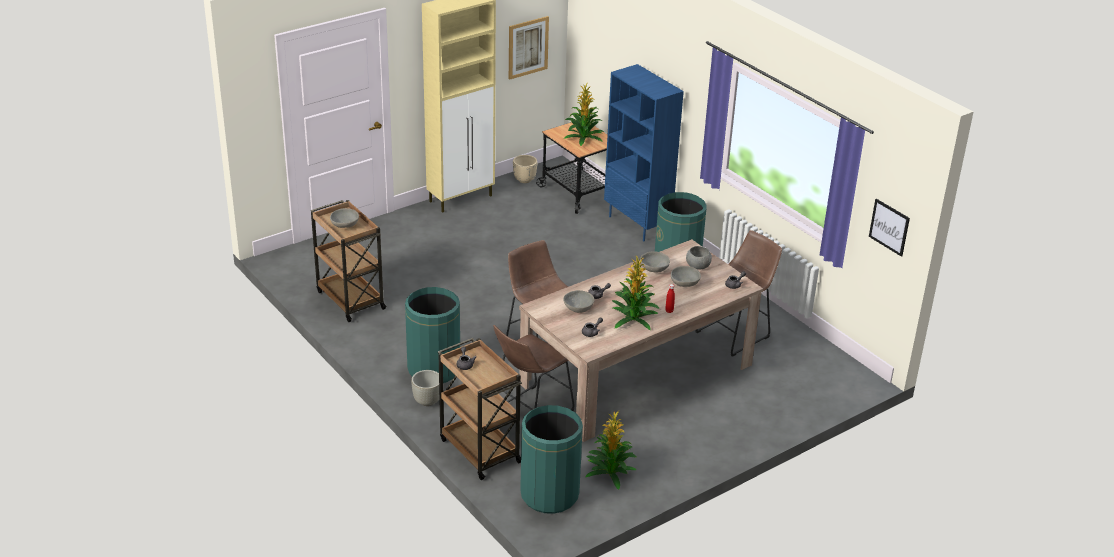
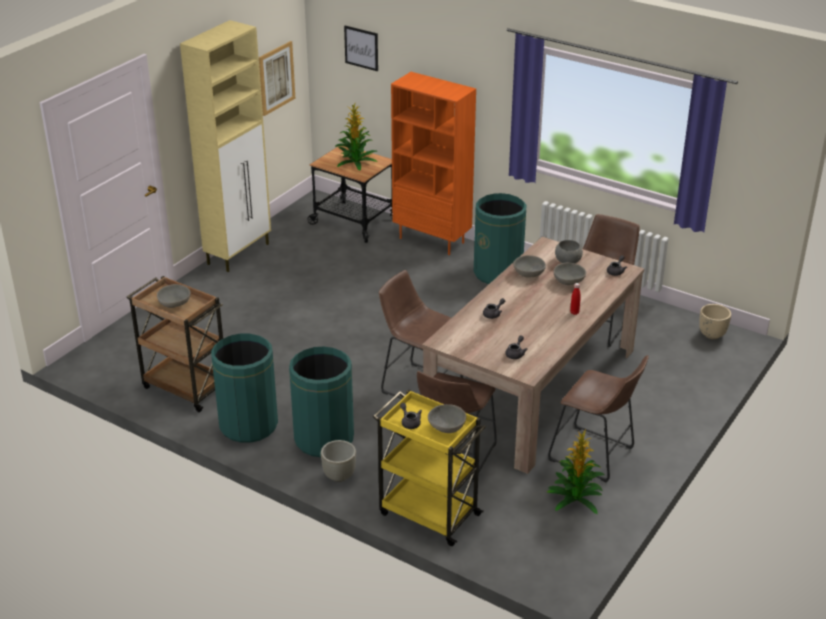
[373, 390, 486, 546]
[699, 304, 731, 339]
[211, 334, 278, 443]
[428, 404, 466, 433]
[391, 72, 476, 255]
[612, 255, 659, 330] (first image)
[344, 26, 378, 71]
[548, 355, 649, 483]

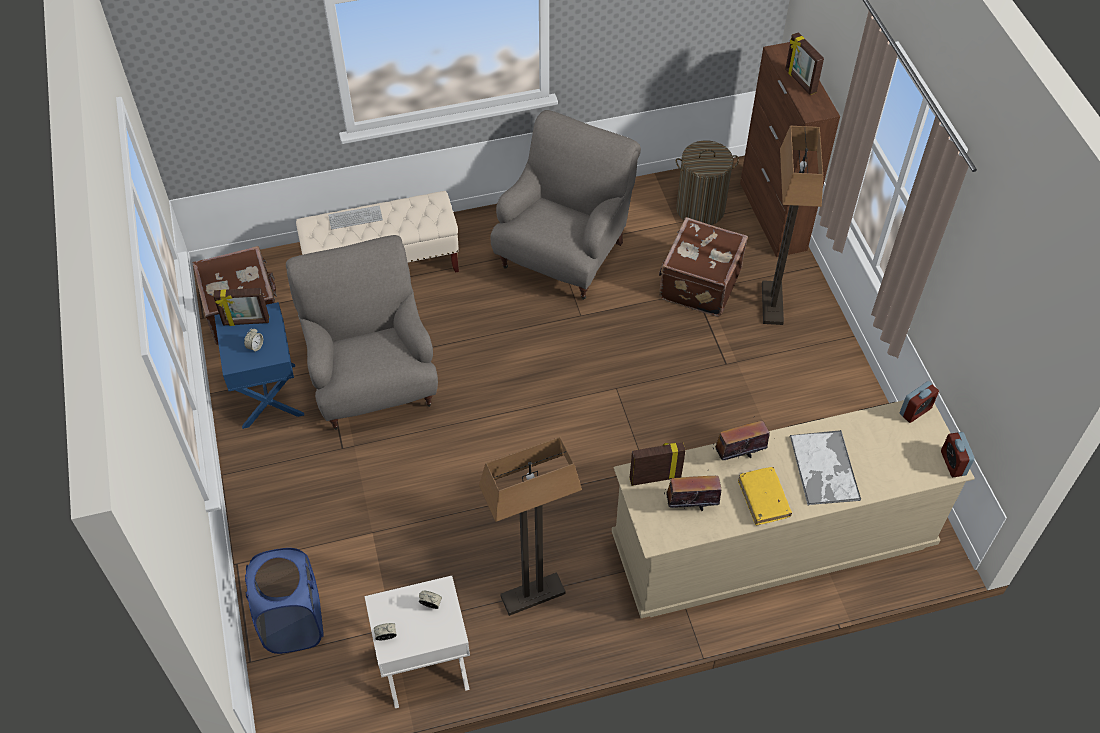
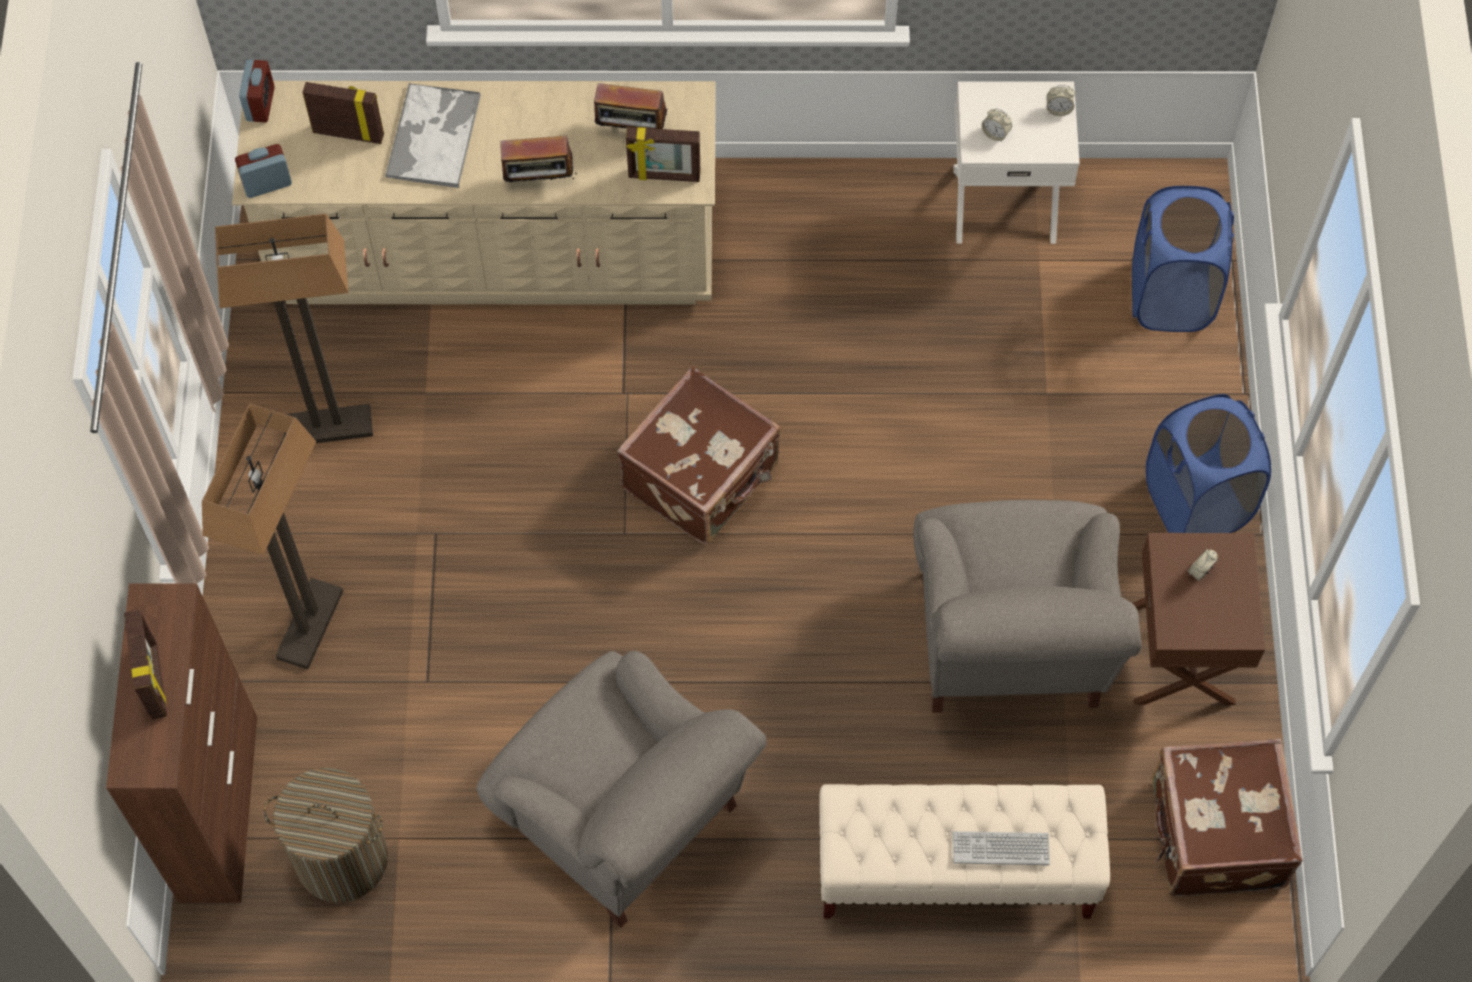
[302, 82, 384, 144]
[1133, 533, 1265, 705]
[215, 214, 373, 443]
[476, 651, 767, 928]
[617, 367, 781, 545]
[738, 467, 792, 525] (first image)
[1146, 394, 1271, 533]

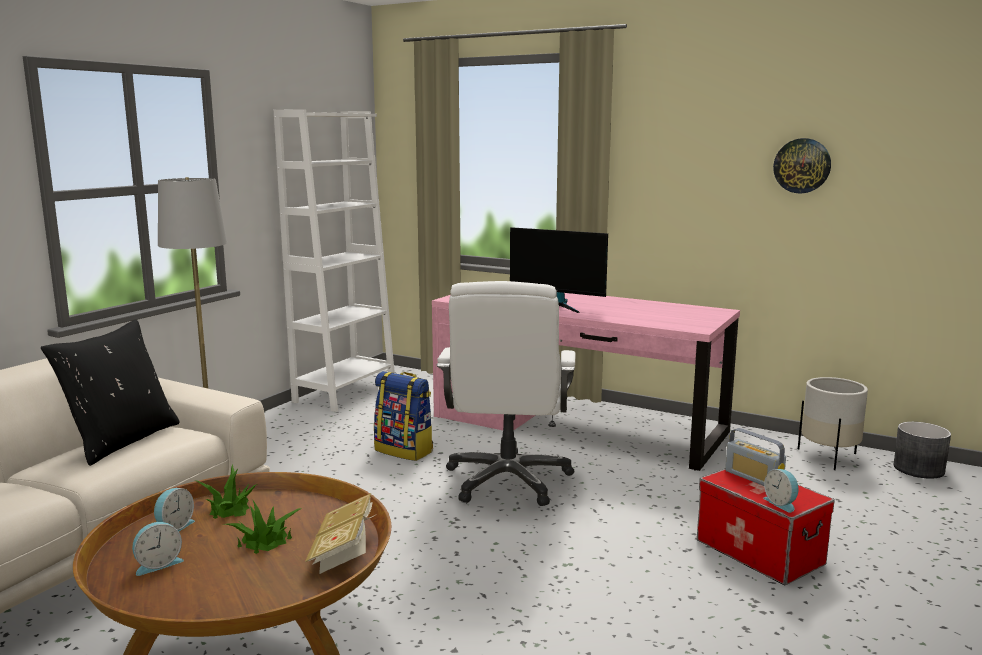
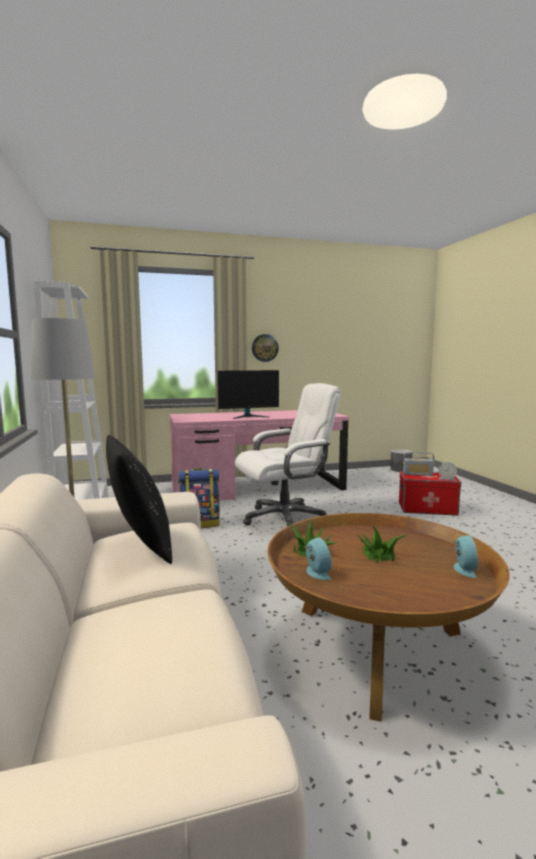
[453, 535, 478, 578]
[305, 493, 377, 574] (first image)
[235, 383, 340, 526]
[252, 334, 279, 362]
[798, 377, 868, 470] (first image)

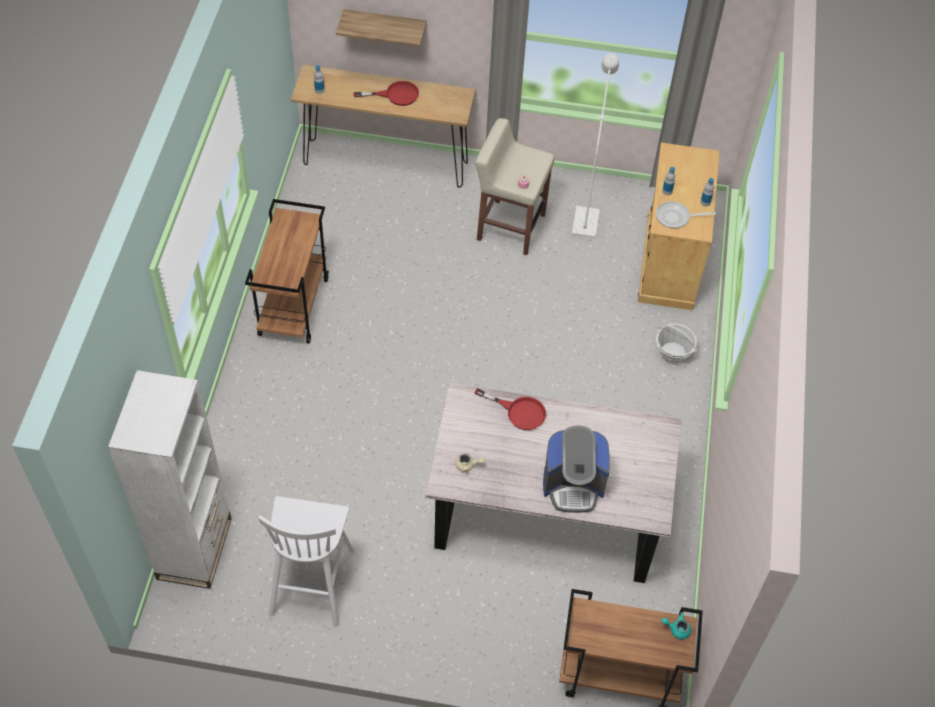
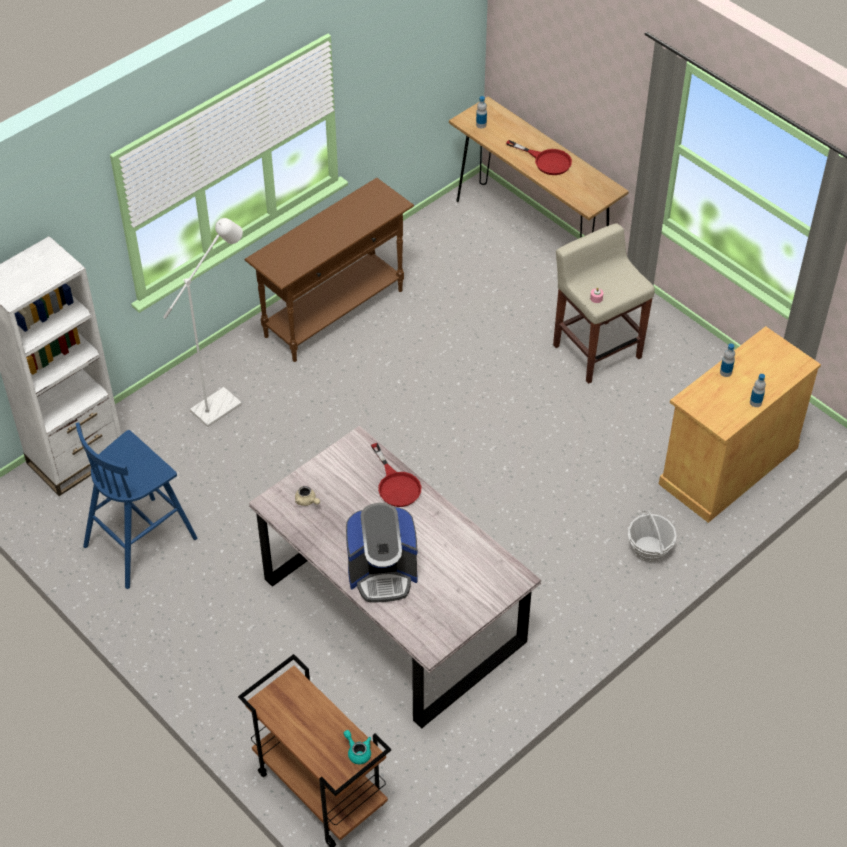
[245, 178, 414, 362]
[76, 422, 197, 589]
[336, 9, 427, 47] (first image)
[346, 503, 418, 602]
[163, 218, 243, 427]
[656, 201, 716, 228] (first image)

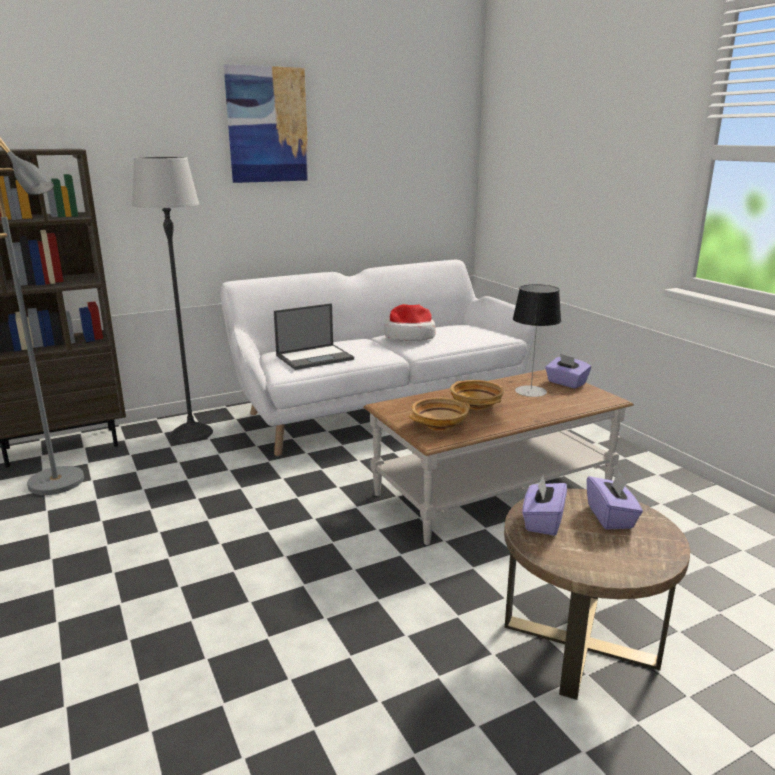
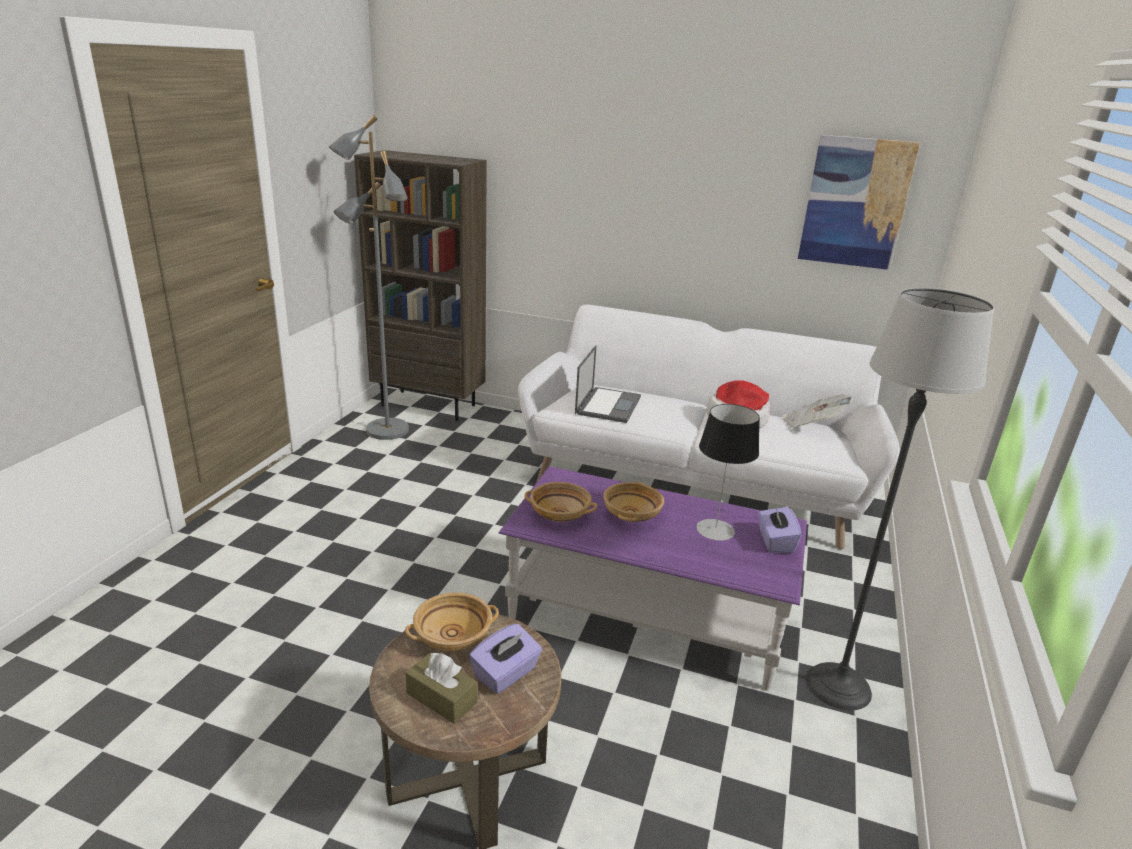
[807, 288, 994, 710]
[798, 135, 920, 270]
[575, 345, 641, 423]
[499, 466, 807, 691]
[405, 592, 499, 652]
[406, 653, 477, 724]
[782, 394, 854, 428]

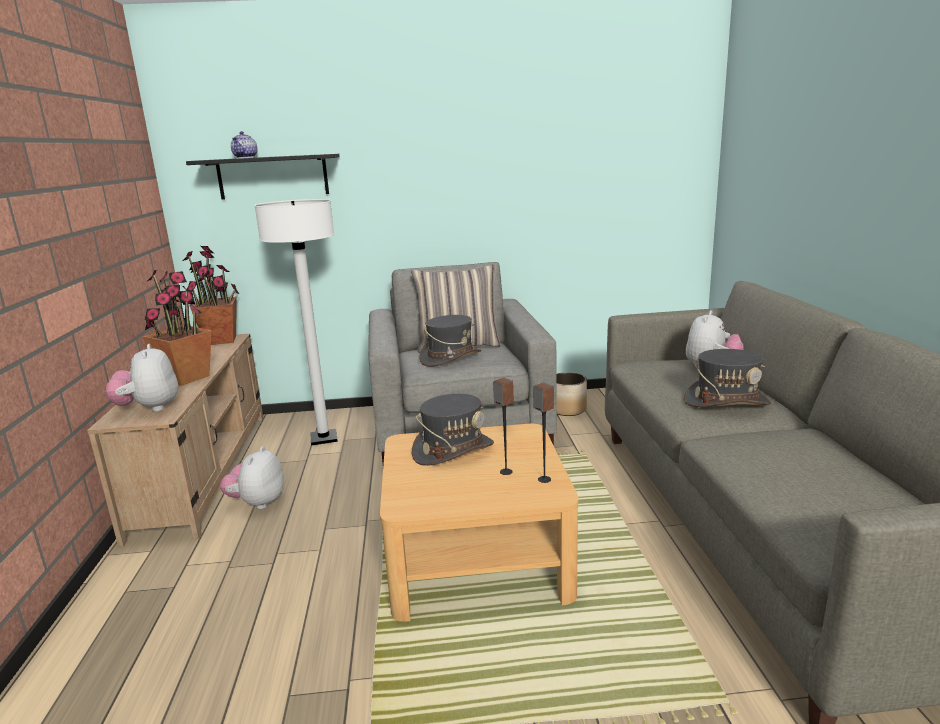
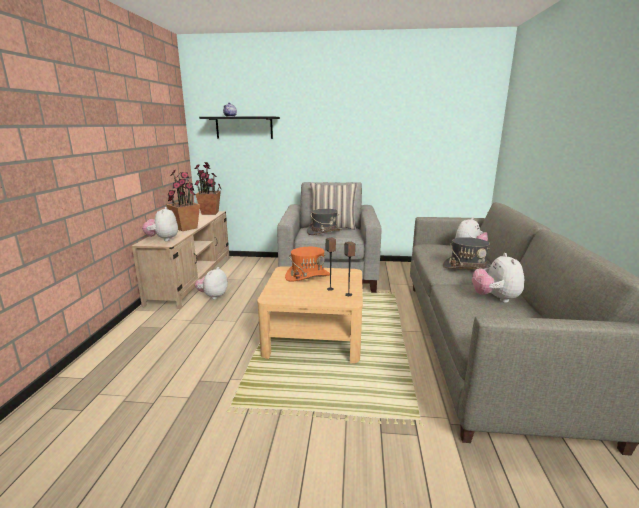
[254, 199, 338, 445] (first image)
[285, 247, 330, 282]
[556, 372, 587, 416] (first image)
[472, 253, 524, 303]

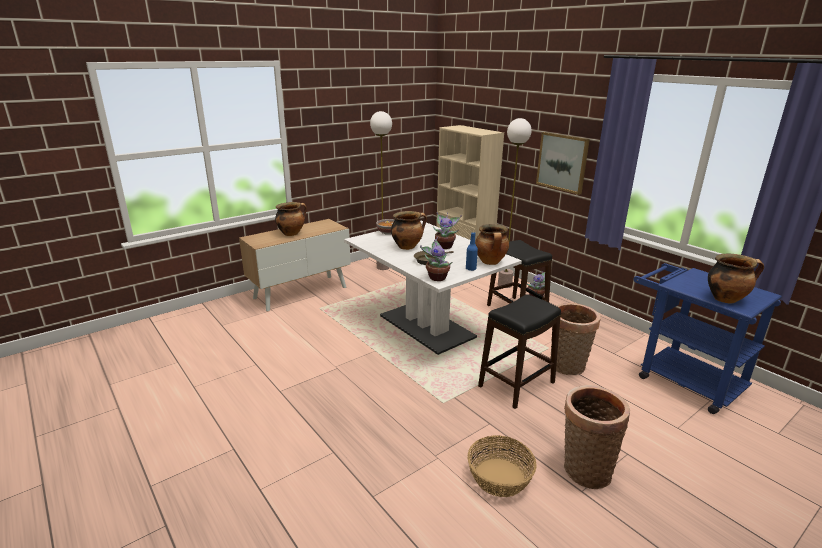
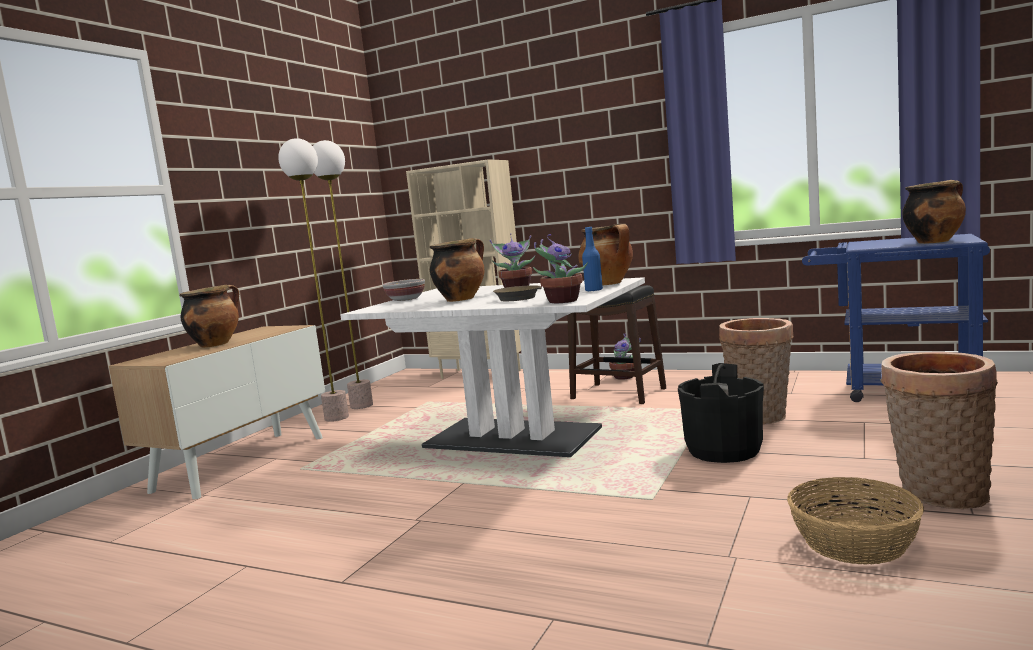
[678, 363, 764, 463]
[278, 138, 349, 422]
[536, 132, 590, 195] (first image)

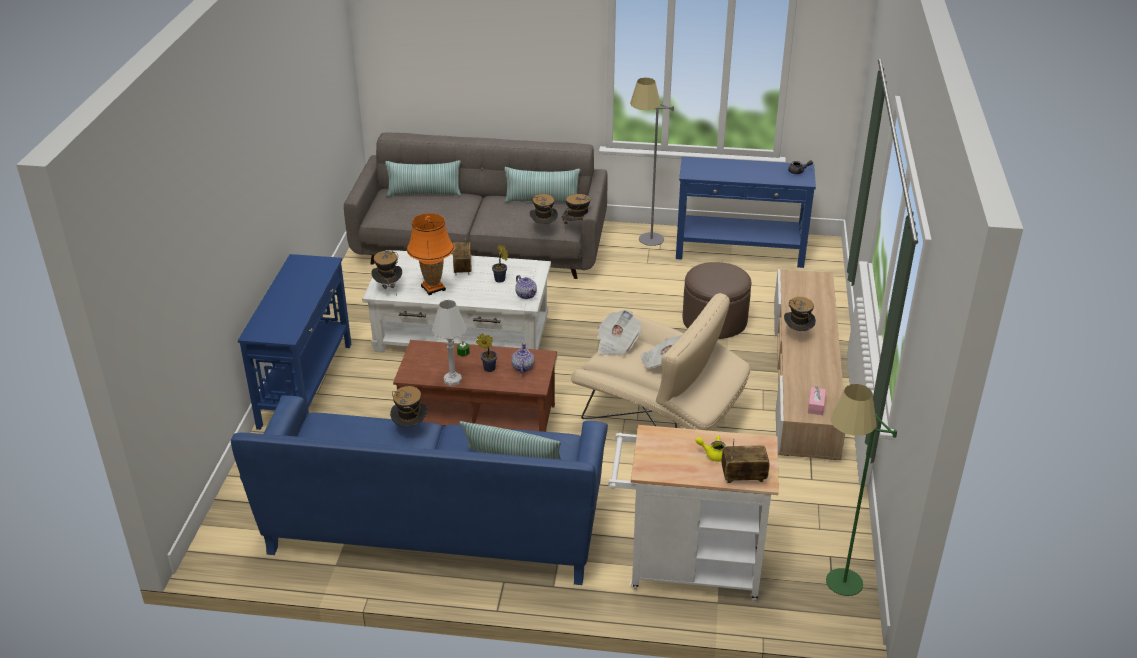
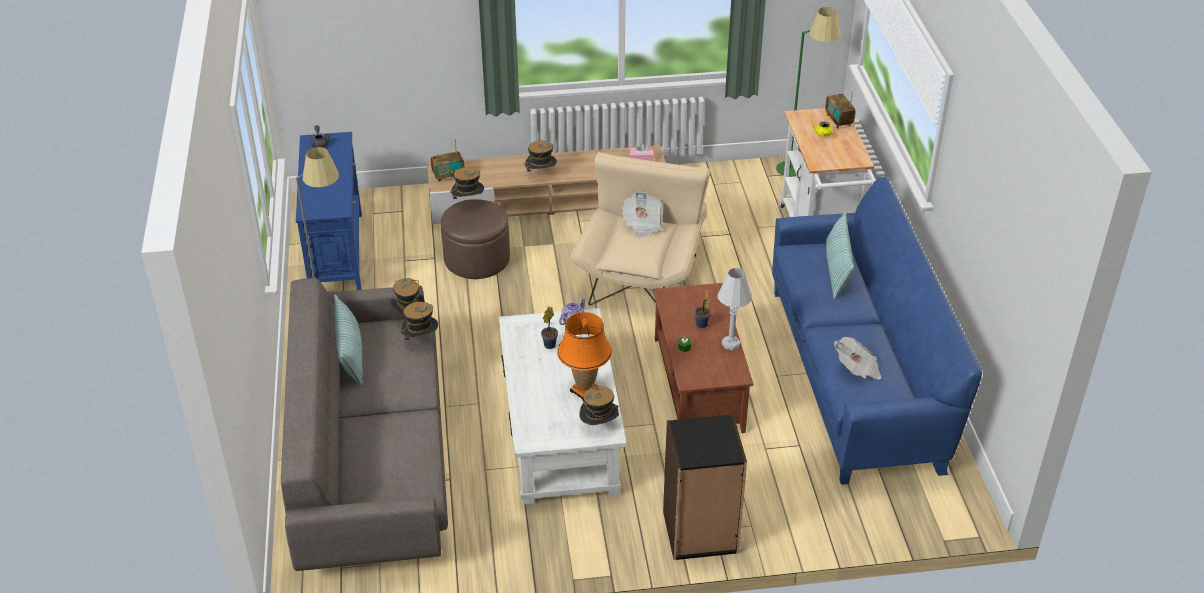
[663, 414, 747, 560]
[385, 160, 461, 197] (first image)
[450, 167, 484, 201]
[431, 139, 465, 182]
[511, 343, 534, 374] (first image)
[834, 337, 881, 380]

